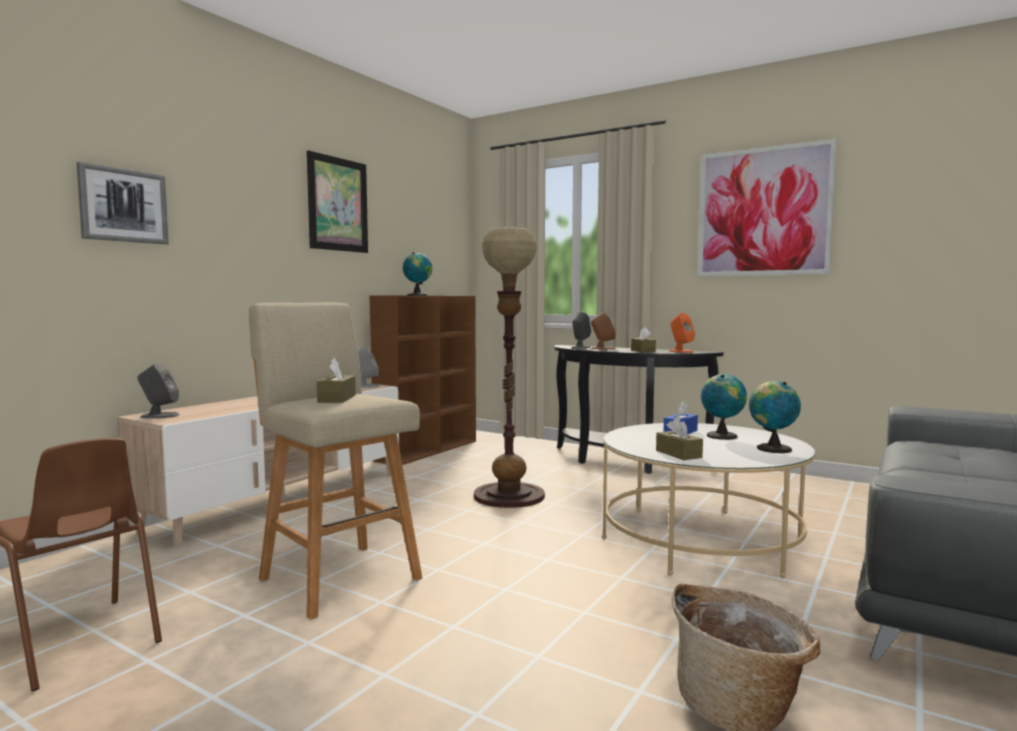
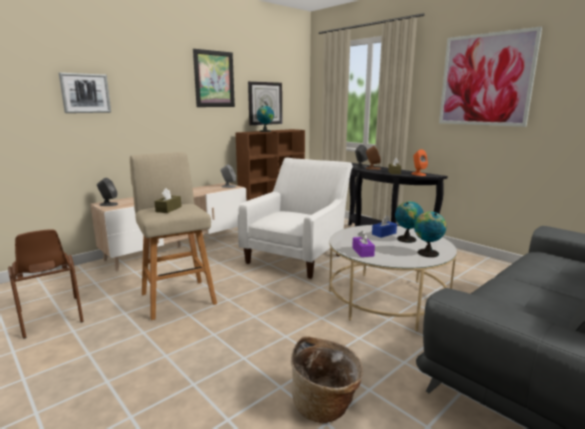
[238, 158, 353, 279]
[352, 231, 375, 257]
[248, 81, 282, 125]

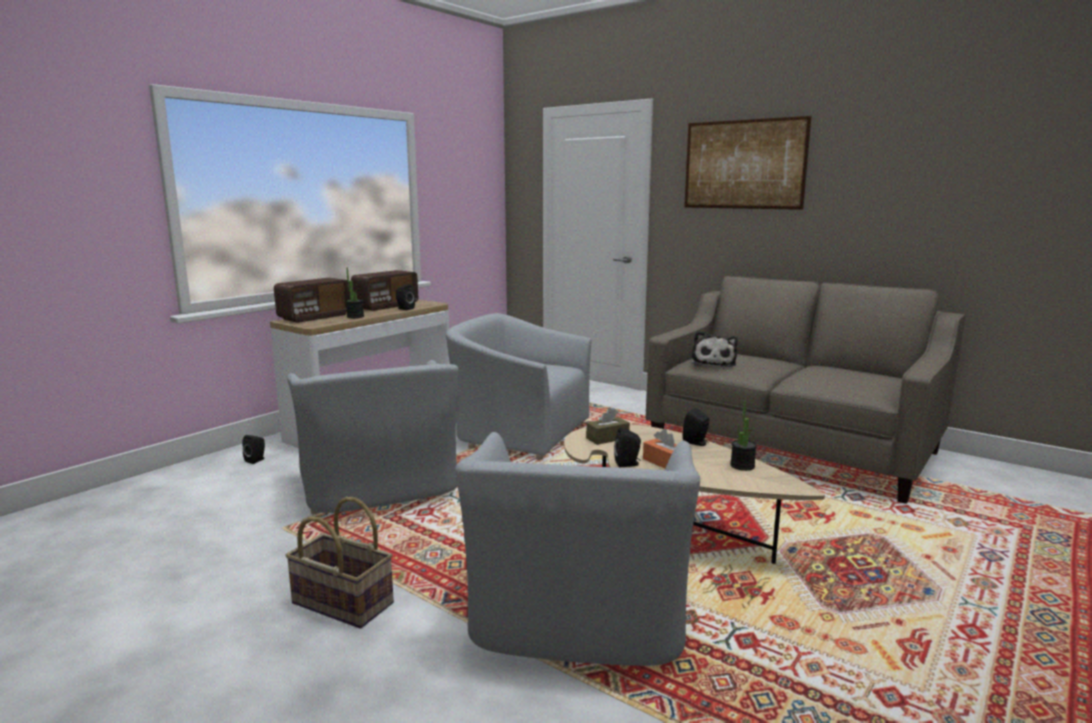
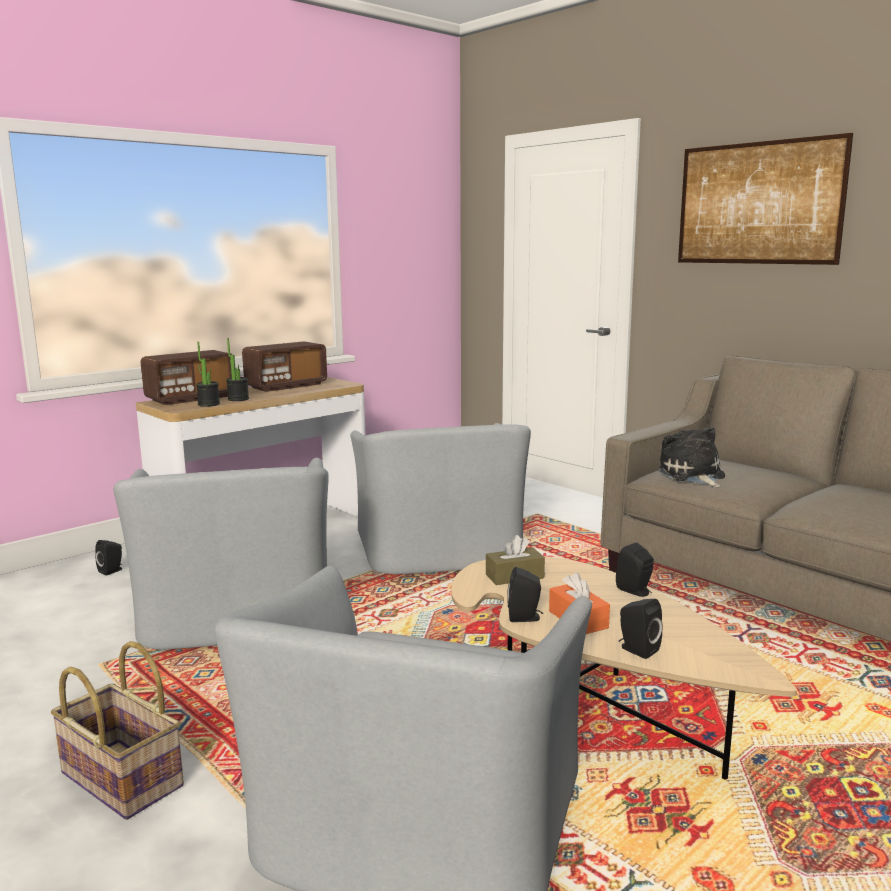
[619, 599, 663, 659]
[350, 423, 531, 575]
[659, 427, 725, 487]
[196, 342, 220, 407]

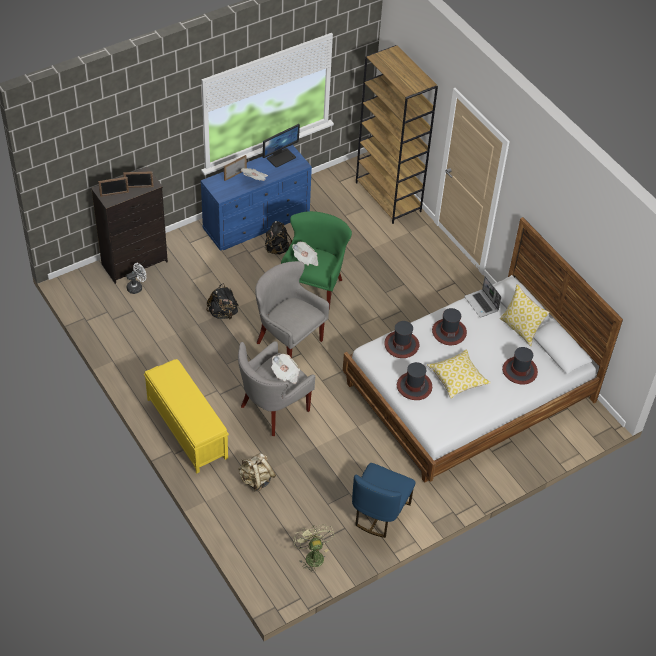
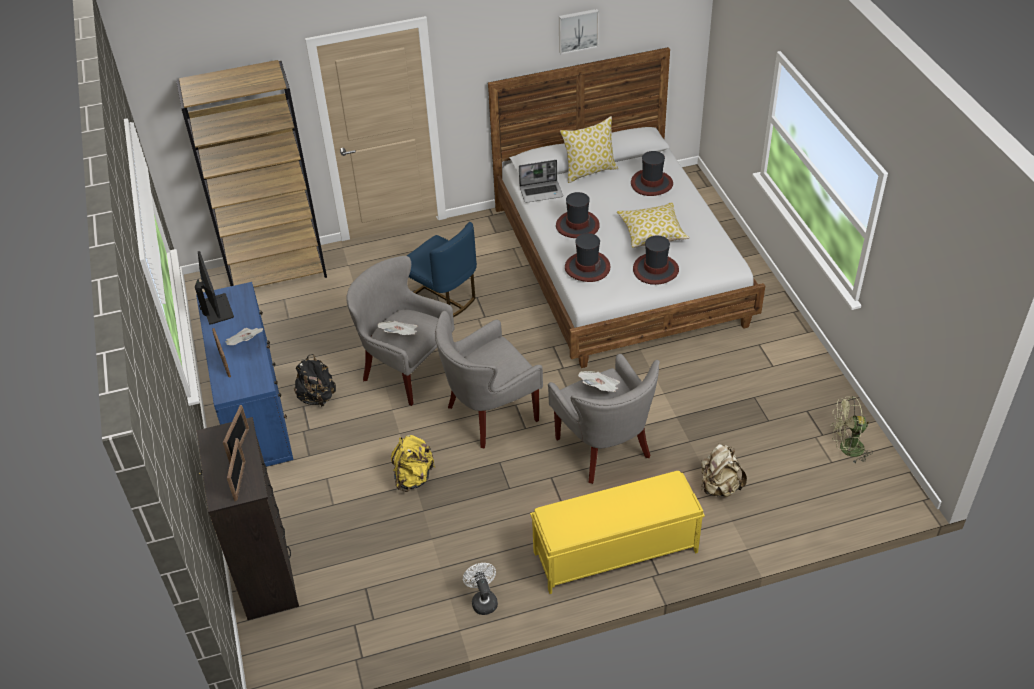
[463, 563, 498, 615]
[391, 435, 436, 492]
[346, 256, 455, 406]
[407, 222, 477, 317]
[559, 9, 599, 54]

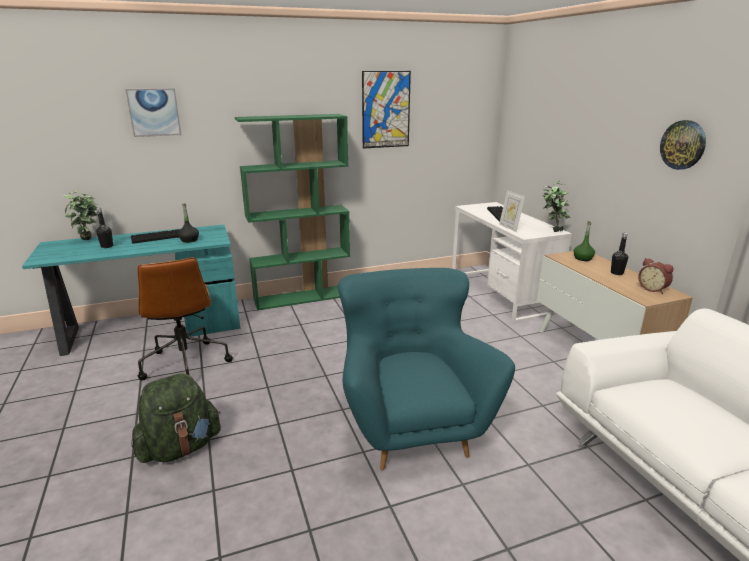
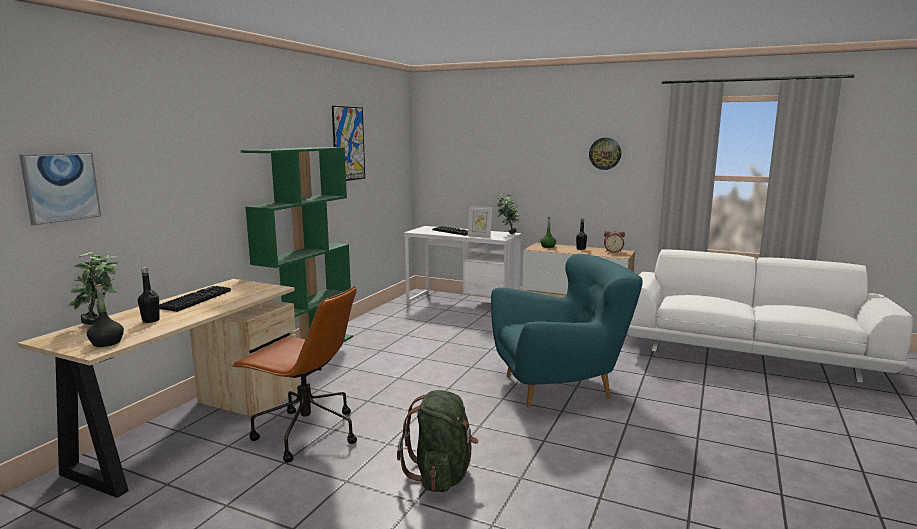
[17, 279, 299, 498]
[19, 152, 101, 225]
[87, 284, 124, 347]
[491, 254, 643, 407]

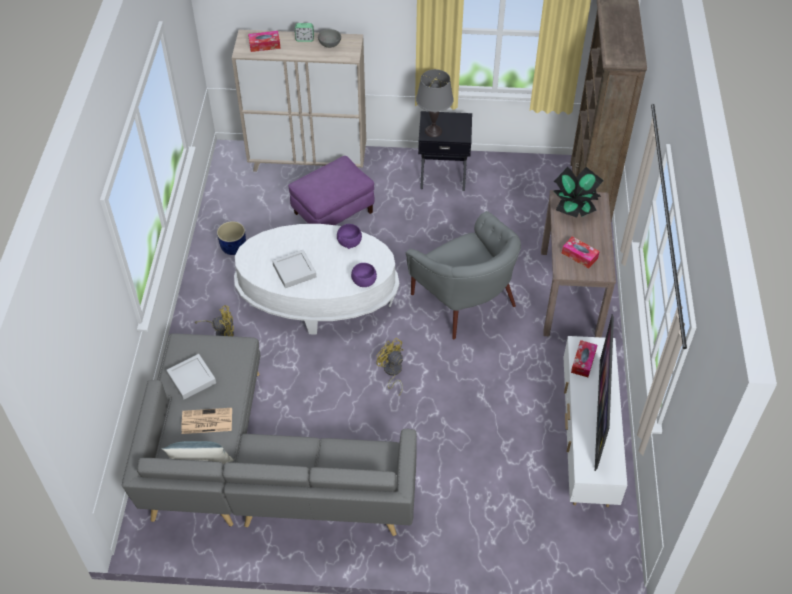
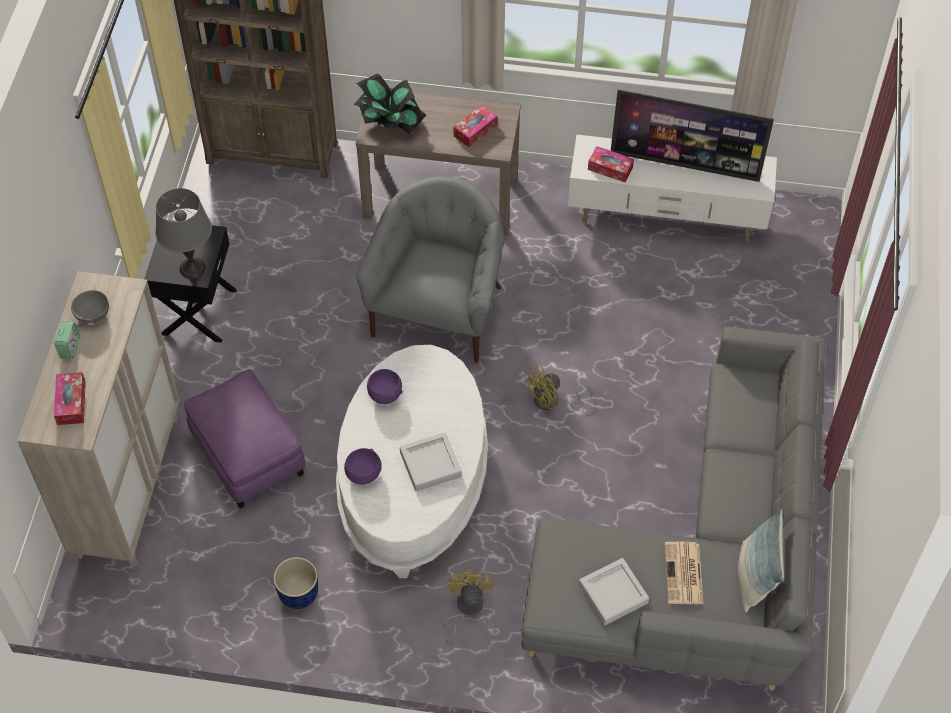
[344, 448, 382, 485]
[356, 177, 504, 363]

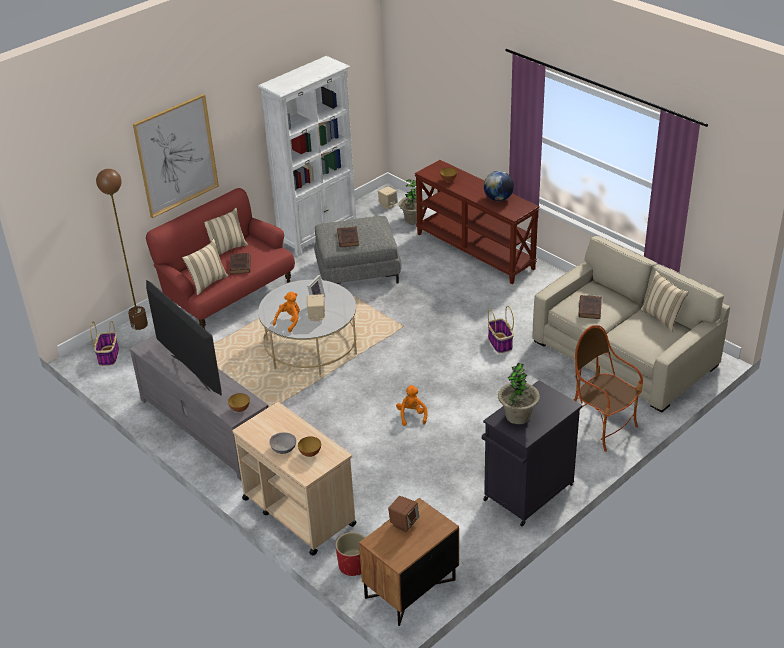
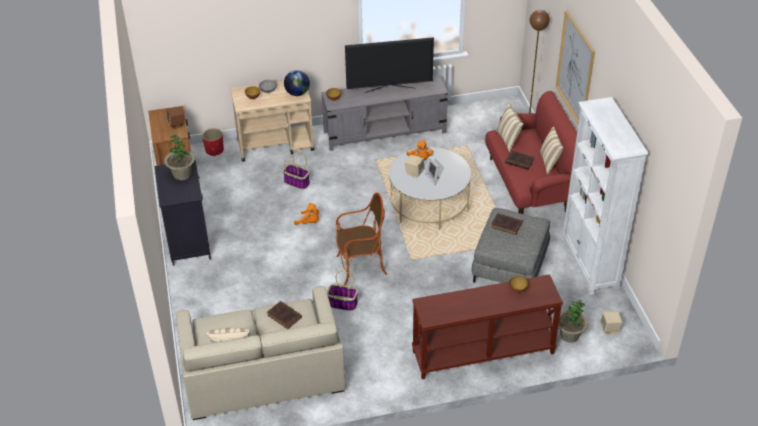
[283, 151, 310, 190]
[284, 70, 310, 96]
[336, 193, 387, 285]

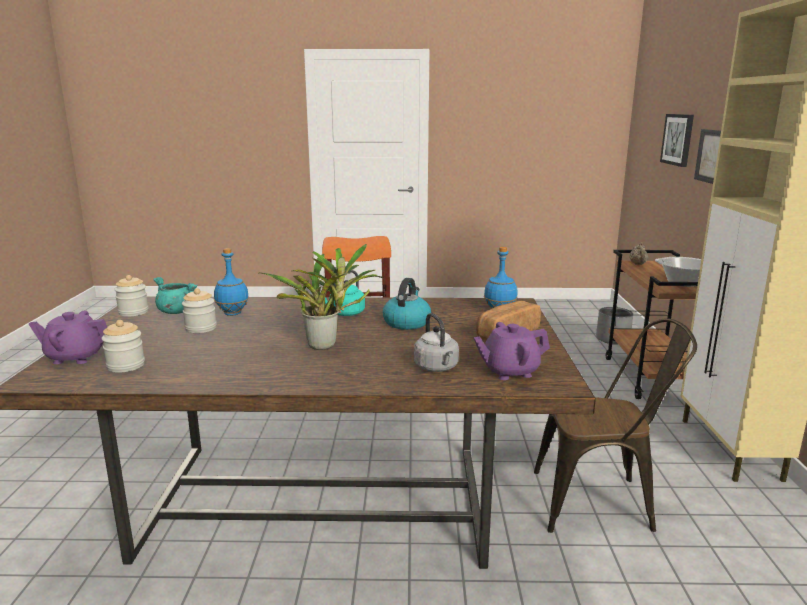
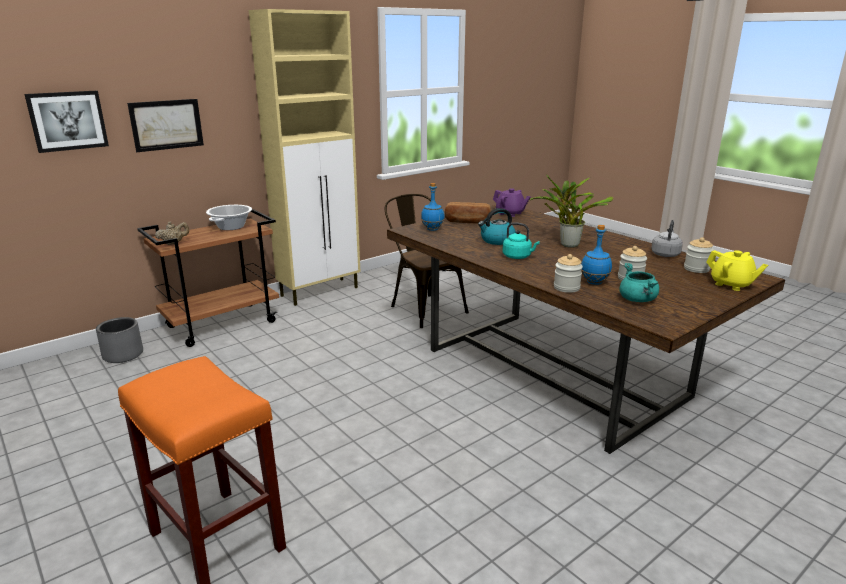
[706, 250, 768, 291]
[554, 254, 583, 293]
[651, 220, 683, 257]

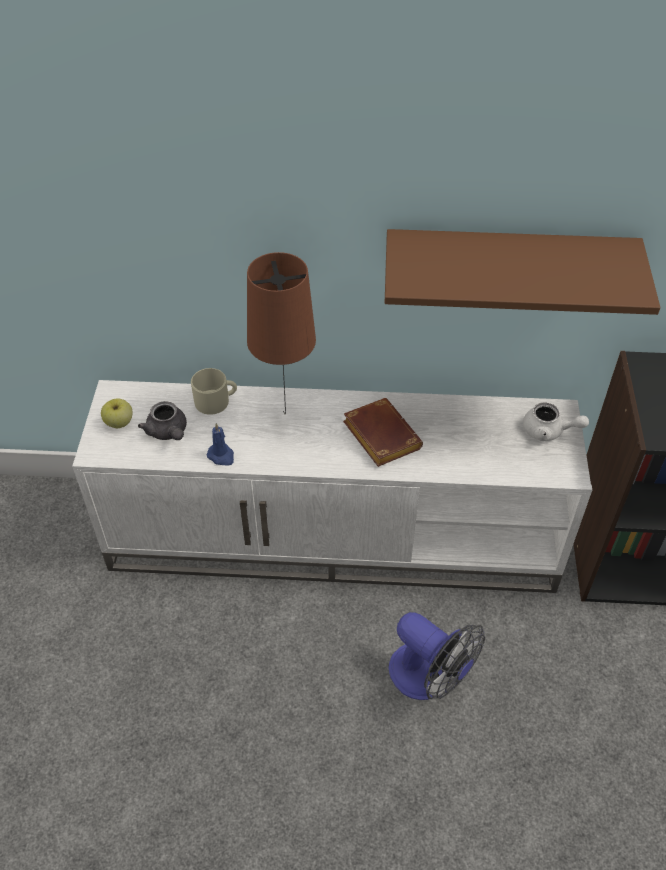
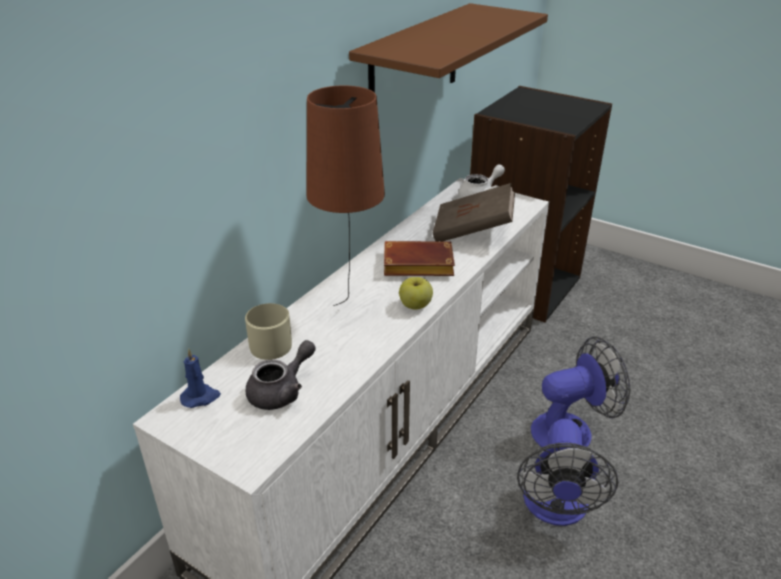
[399, 277, 433, 310]
[246, 340, 316, 410]
[180, 349, 221, 408]
[433, 183, 515, 241]
[517, 419, 618, 526]

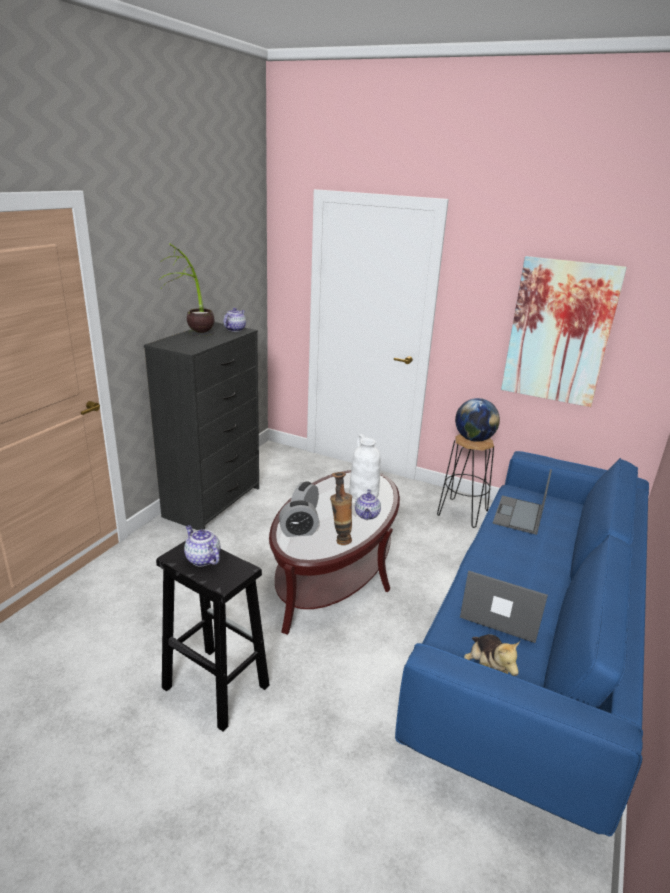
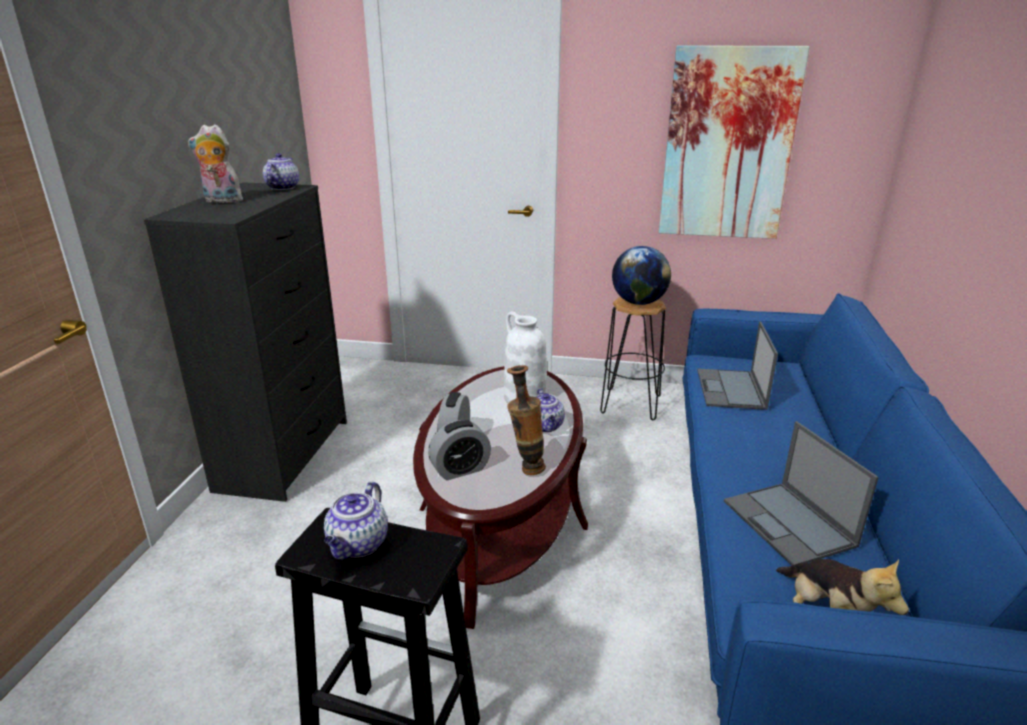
[188, 124, 245, 203]
[324, 481, 388, 560]
[724, 421, 879, 566]

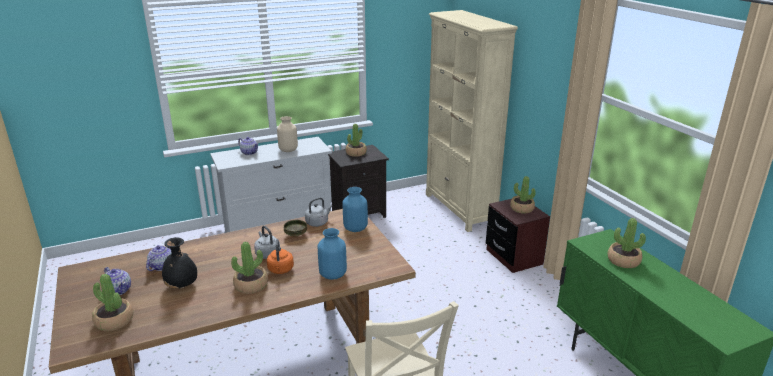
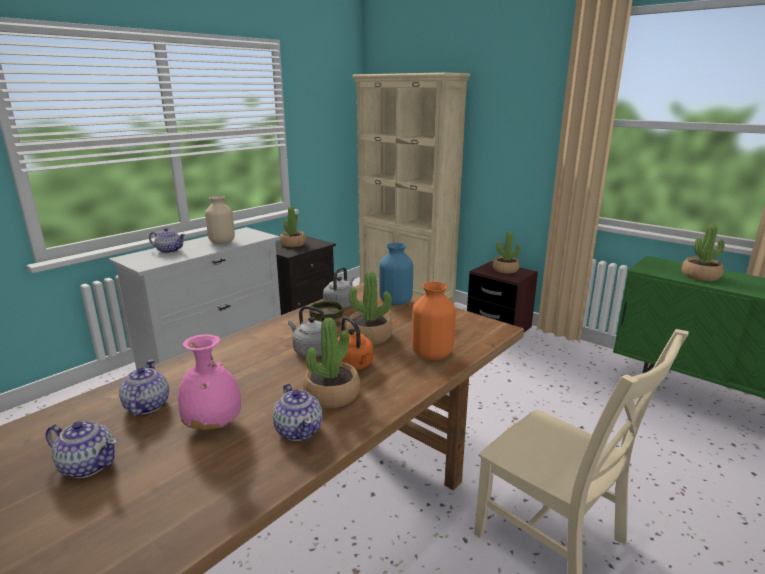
[346, 271, 393, 345]
[178, 335, 241, 430]
[412, 282, 456, 360]
[273, 384, 323, 441]

